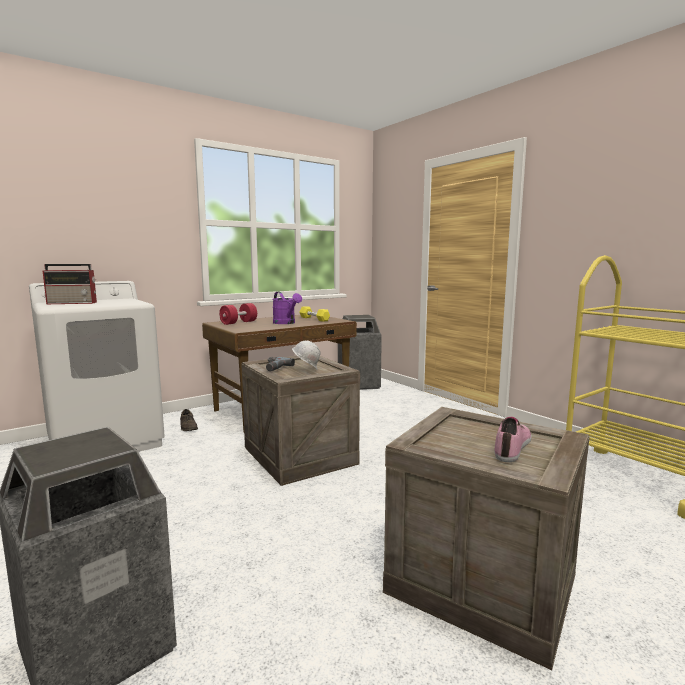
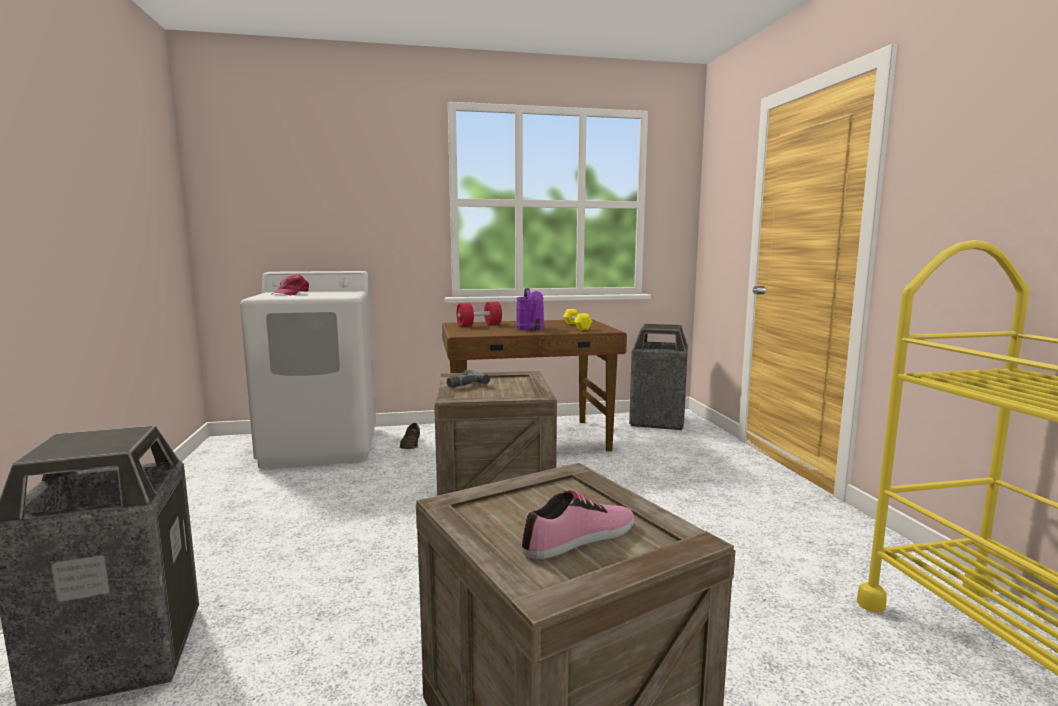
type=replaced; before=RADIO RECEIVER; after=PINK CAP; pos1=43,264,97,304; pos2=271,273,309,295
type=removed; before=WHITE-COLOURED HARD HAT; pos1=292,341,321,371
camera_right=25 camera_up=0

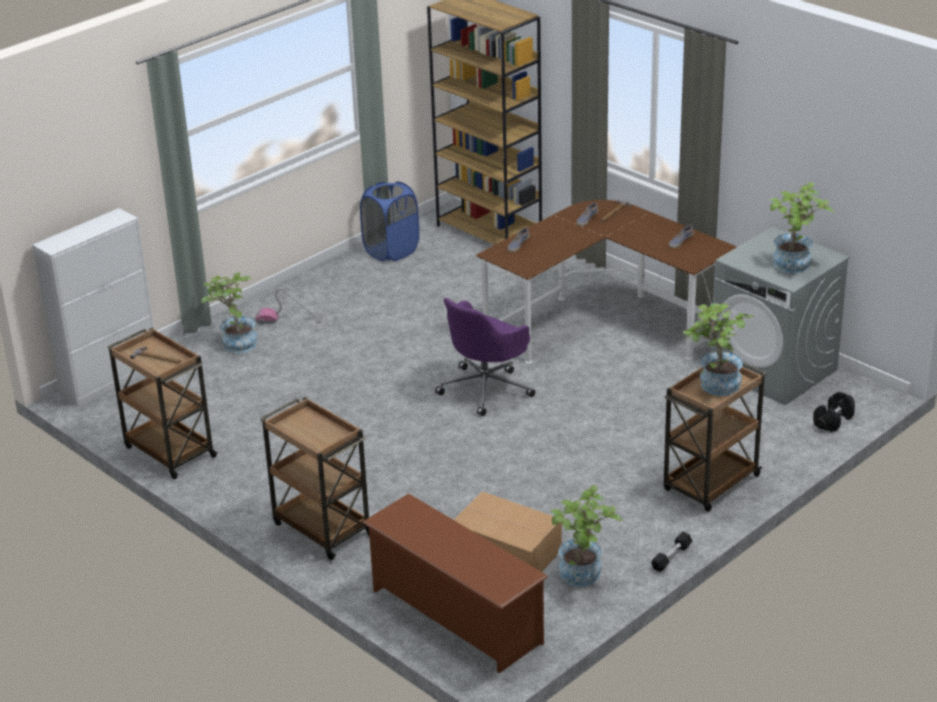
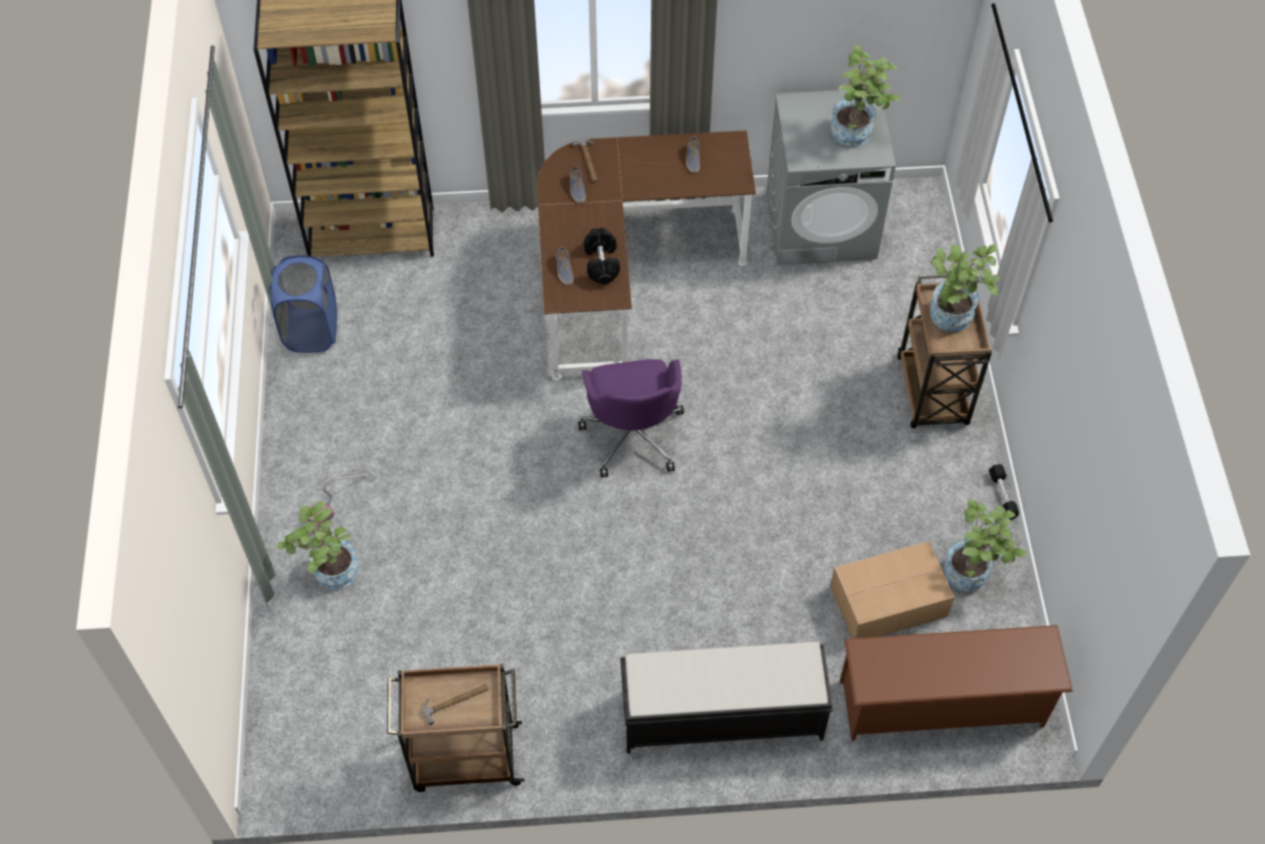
type=moved; before=BLACK FREE WEIGHT; pos1=813,392,855,432; pos2=584,227,620,284
type=replaced; before=BROWNISH WHEELED CART; after=BLACK LONG SEAT; pos1=260,397,369,560; pos2=620,642,833,754
type=removed; before=WHITE-COLOURED CUPBOARD; pos1=32,208,154,406
camera_right=-50 camera_up=25

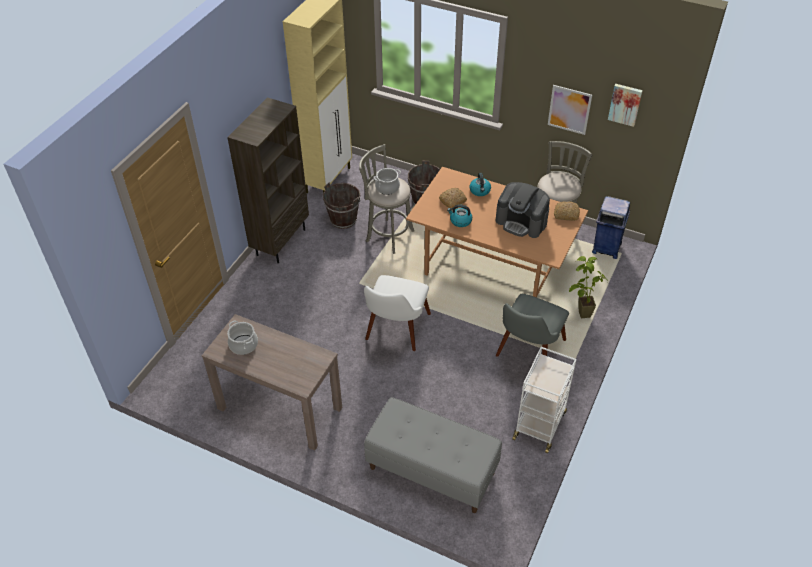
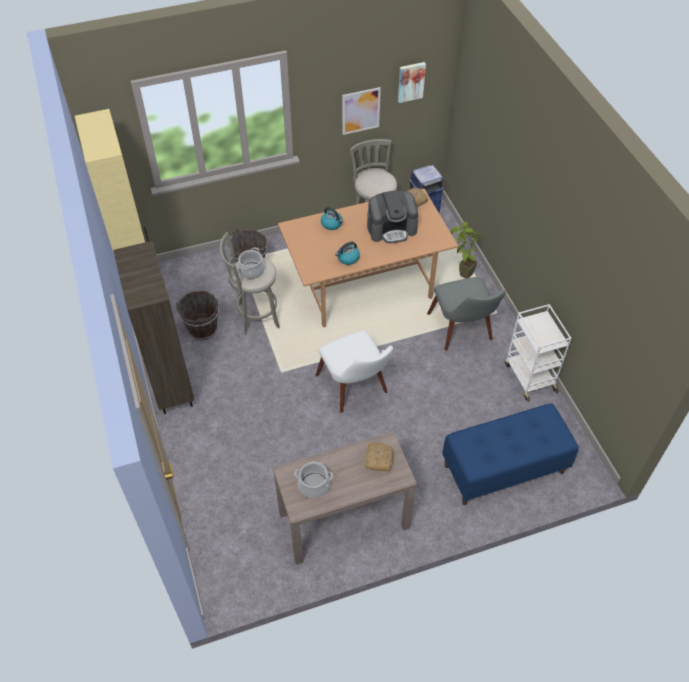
type=moved; before=BAKERY BREAD; pos1=439,188,467,208; pos2=365,442,393,471
type=recoloured; before=GREYISH LONG SEAT; after=BLUE LONG SEAT; pos1=364,397,502,513; pos2=442,403,579,505
camera_right=-45 camera_up=5

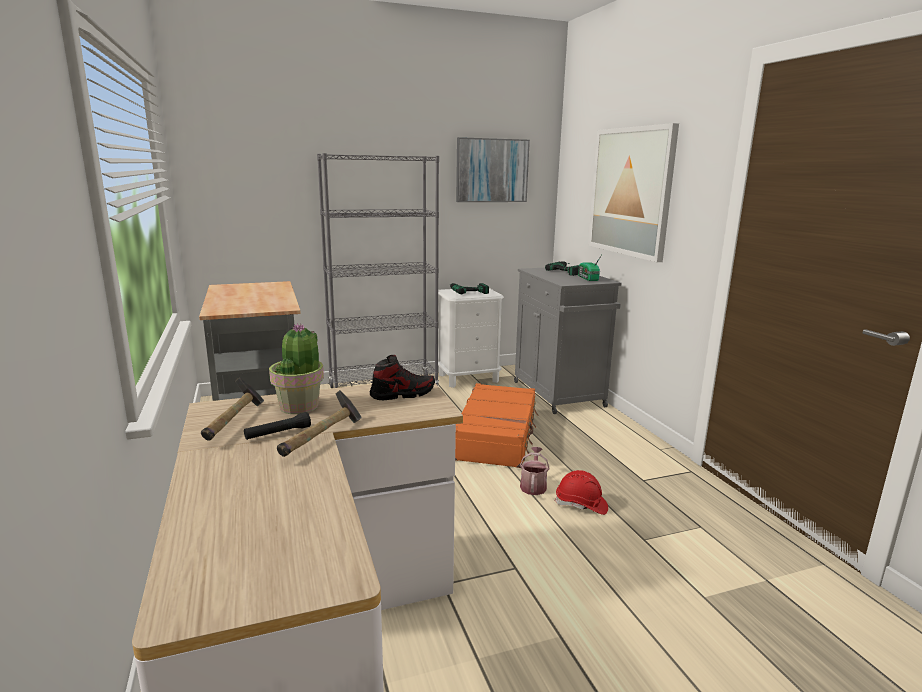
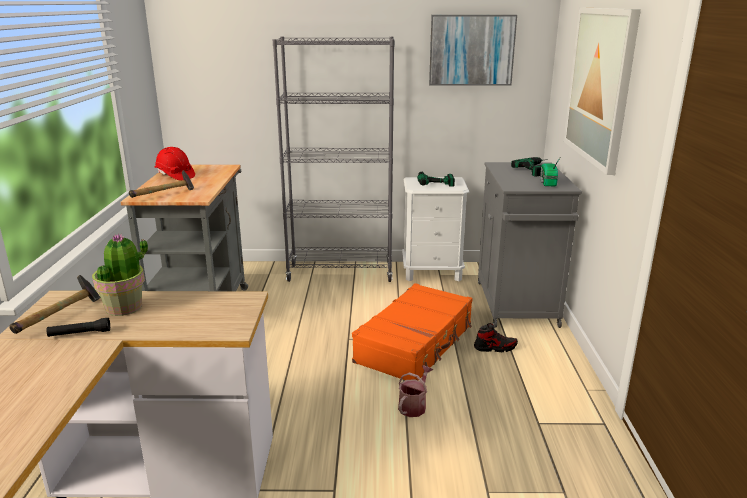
type=moved; before=HAND HAMMER; pos1=277,390,362,457; pos2=129,170,194,198
type=moved; before=REDDISH HARD HAT; pos1=554,470,608,515; pos2=155,147,195,180
type=moved; before=LOW SHOE; pos1=370,355,435,400; pos2=474,323,518,352
camera_right=20 camera_up=5

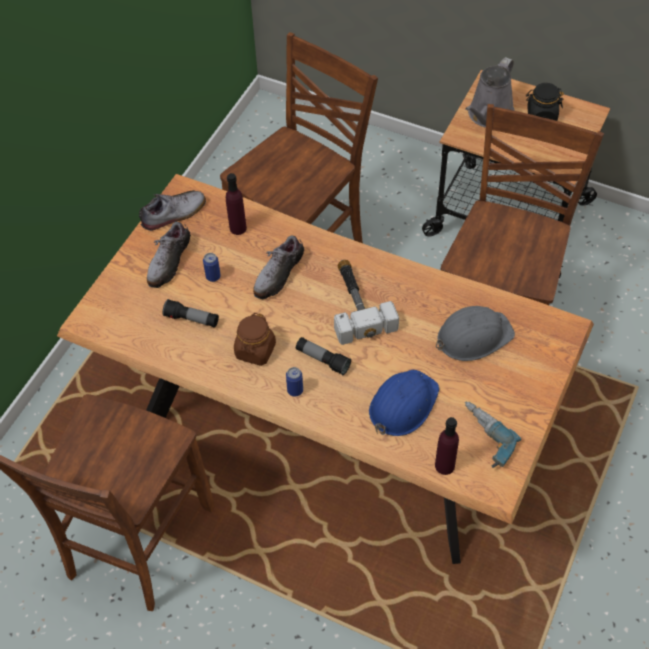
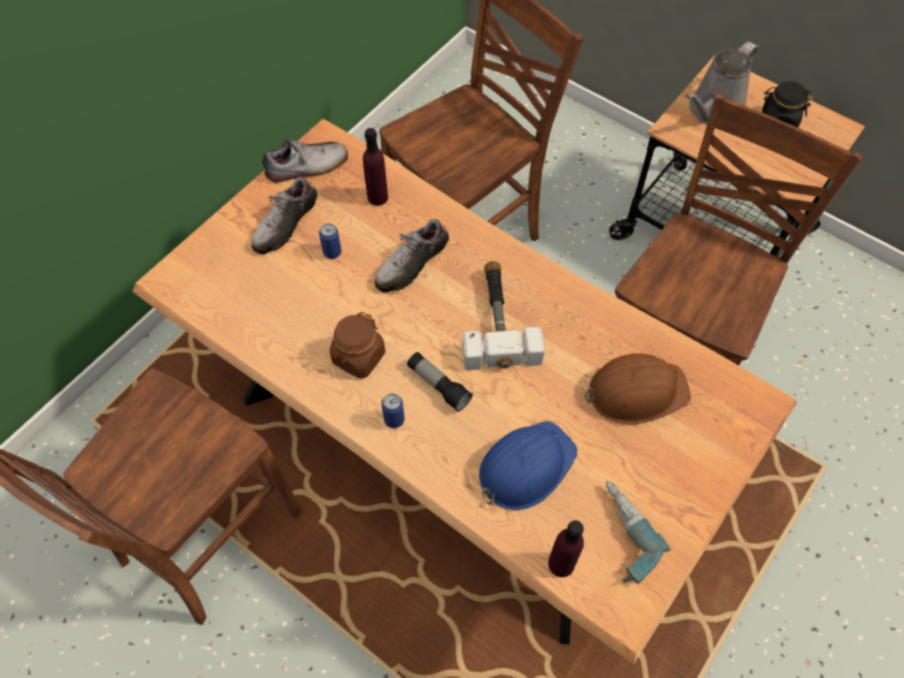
type=recoloured; before=GREYISH HARD HAT; after=BROWNISH HARD HAT; pos1=436,306,515,361; pos2=585,353,691,424
type=removed; before=TORCH; pos1=163,299,219,328
camera_right=10 camera_up=5

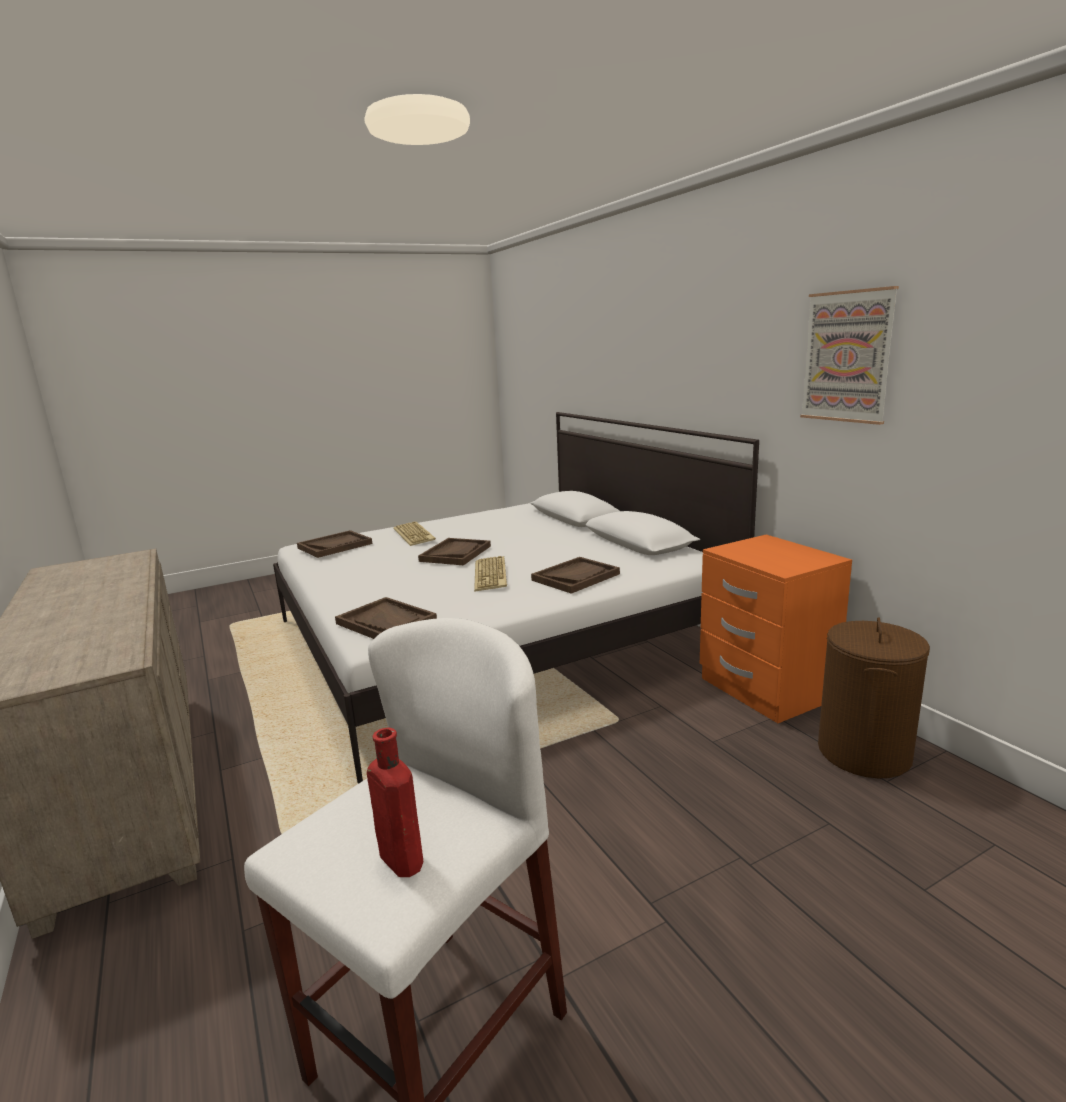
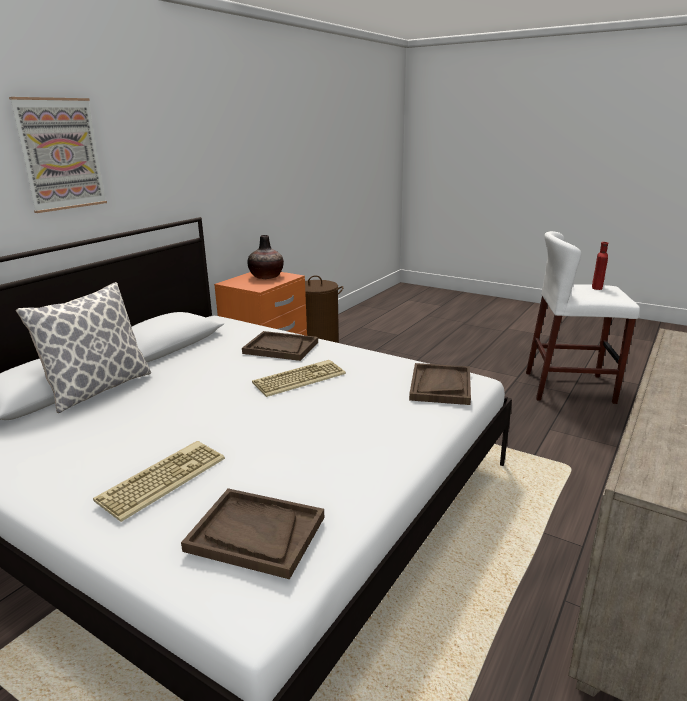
type=moved; before=WALL PICTURE; pos1=800,286,899,425; pos2=9,97,107,213
type=added; after=THROW PILLOW; pos2=16,282,151,413
type=added; after=DECORATIVE VASE; pos2=248,235,284,279
type=removed; before=BROWNISH SERVING TRAY; pos1=418,538,491,565
camera_right=-120 camera_up=5

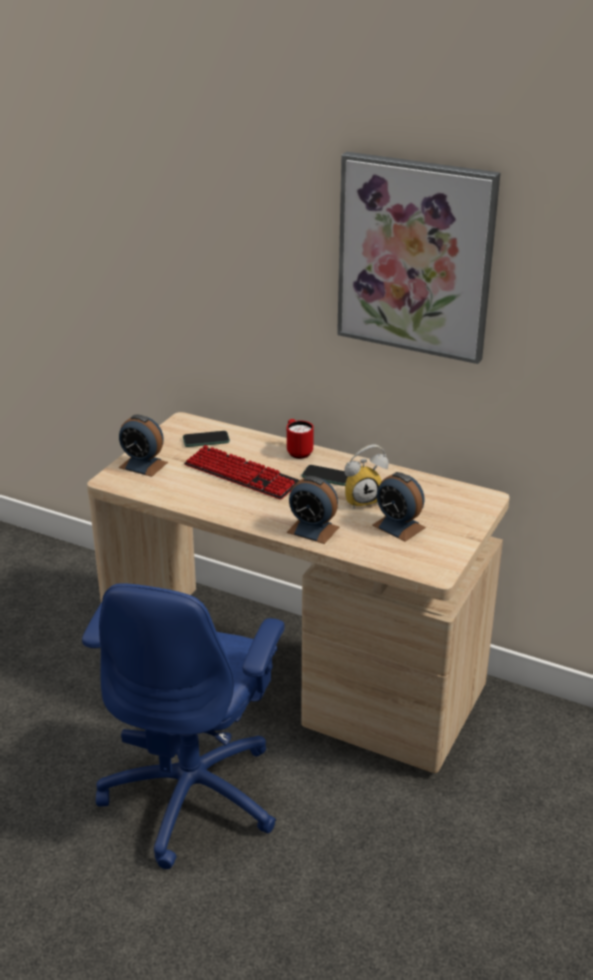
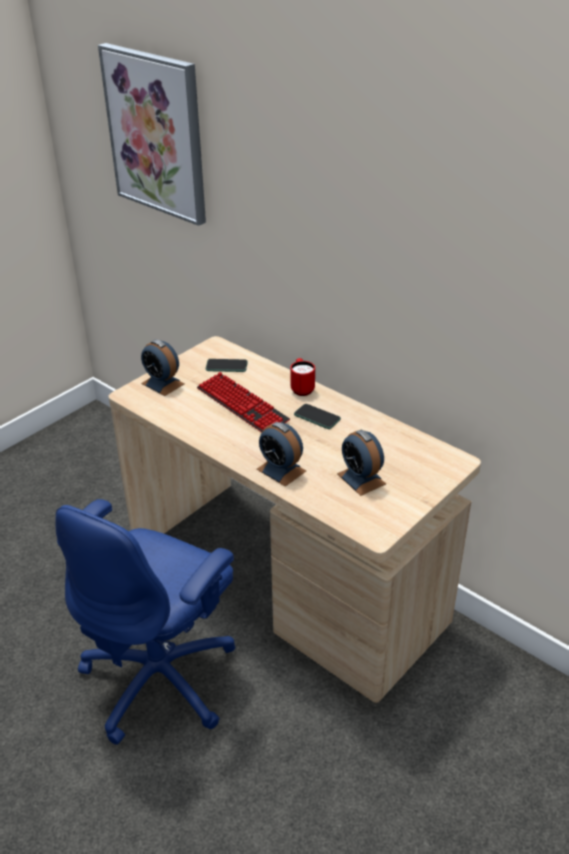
type=moved; before=WALL PICTURE; pos1=337,152,500,364; pos2=98,43,206,226
type=removed; before=TABLE CLOCK; pos1=344,444,389,509
camera_right=15 camera_up=5

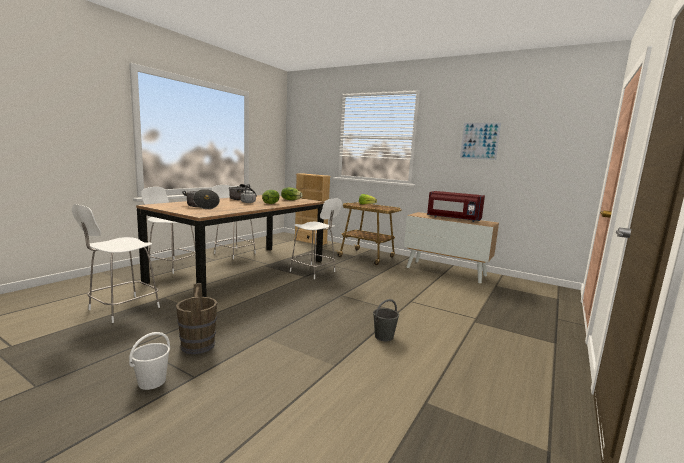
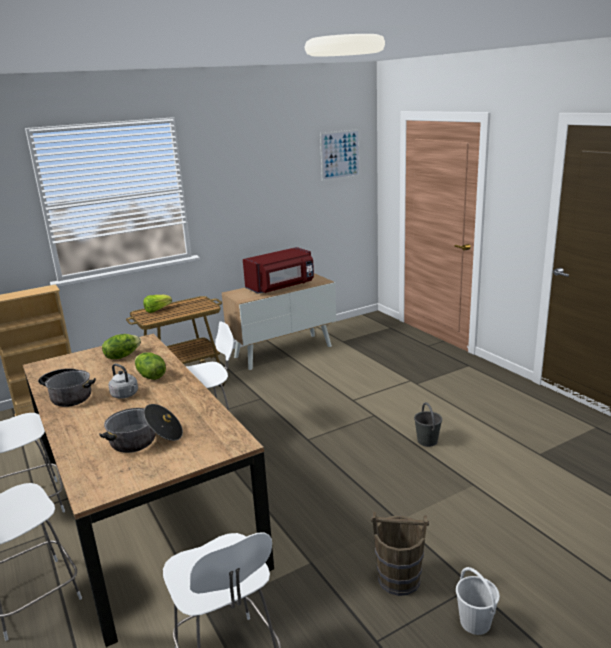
type=moved; before=WALL PICTURE; pos1=459,121,503,161; pos2=320,129,360,181
camera_right=-60 camera_up=10

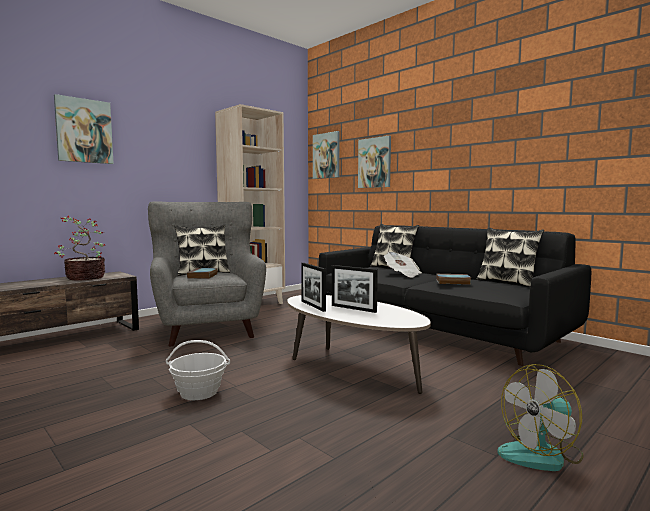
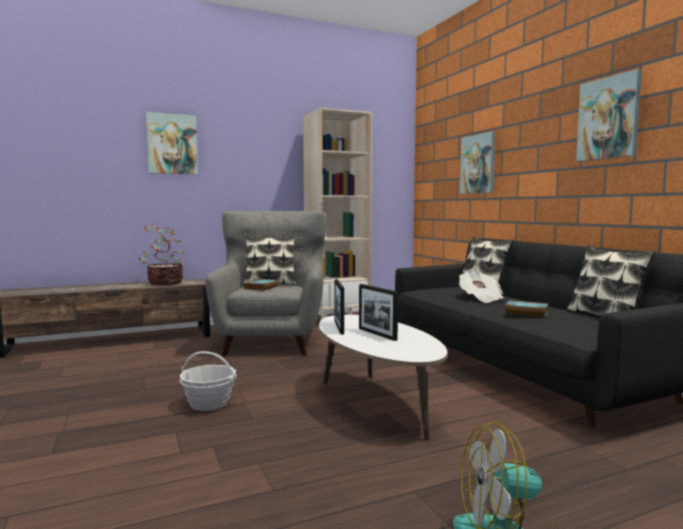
type=moved; before=WALL PICTURE; pos1=313,131,340,179; pos2=576,69,642,162
camera_right=20 camera_up=0

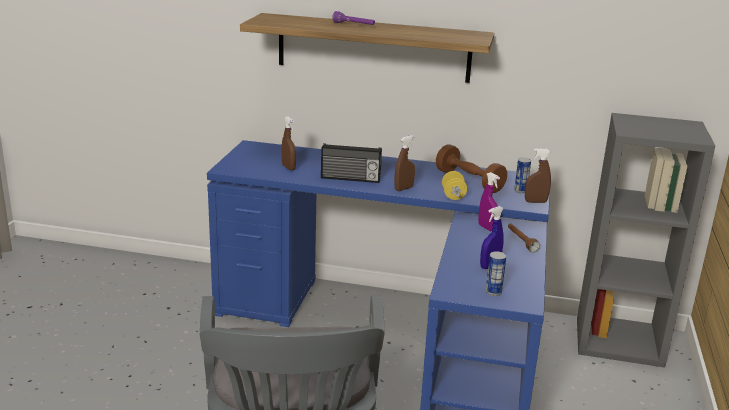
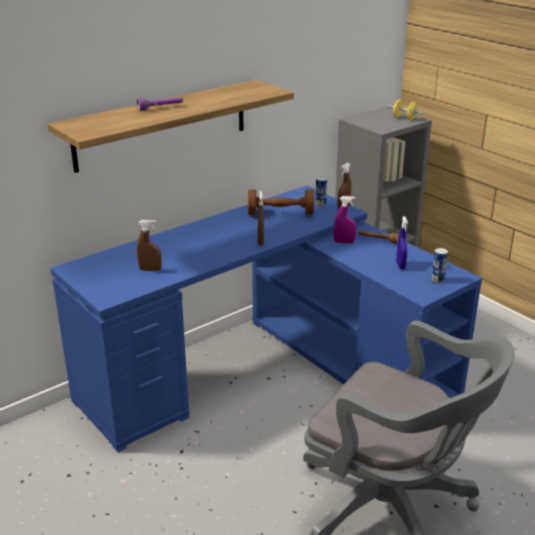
type=moved; before=YELLOW FREE WEIGHT; pos1=442,171,467,200; pos2=388,99,424,120
type=removed; before=RADIO RECEIVER; pos1=321,143,382,183
camera_right=-50 camera_up=5

